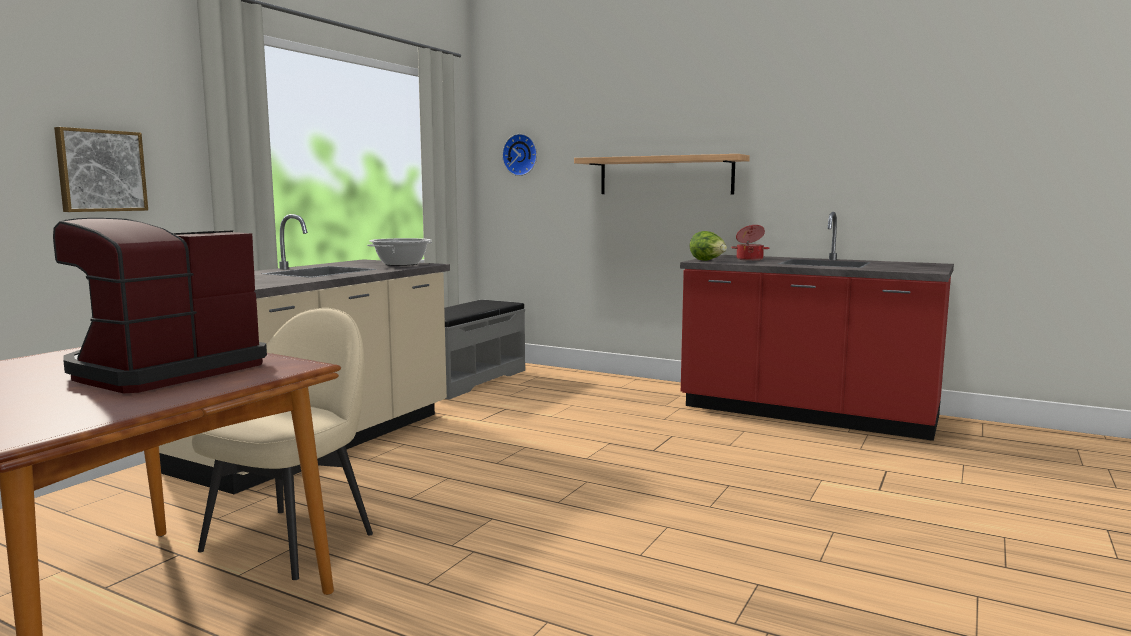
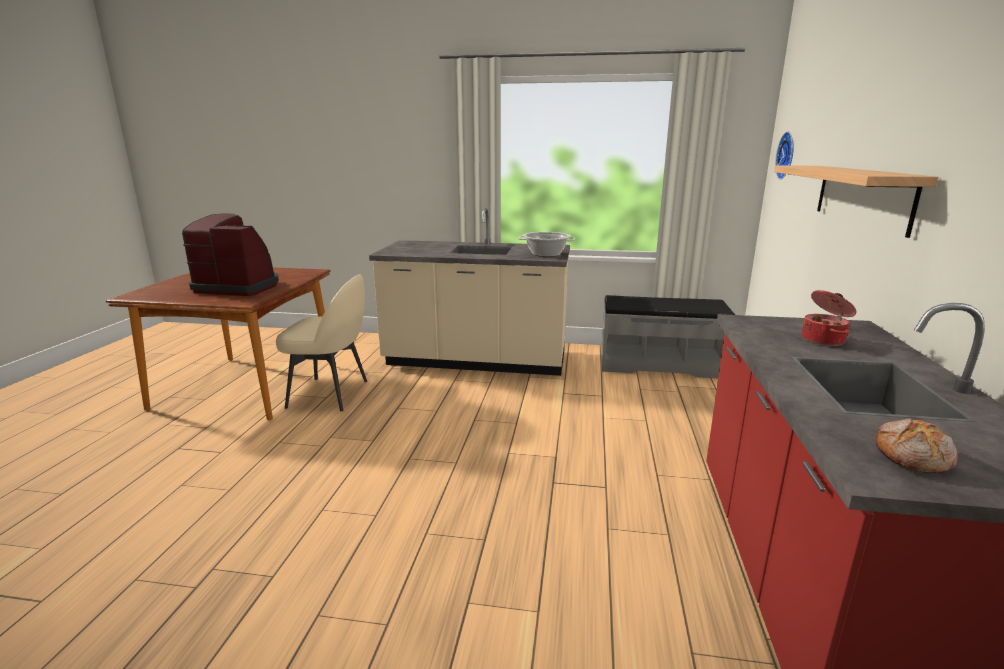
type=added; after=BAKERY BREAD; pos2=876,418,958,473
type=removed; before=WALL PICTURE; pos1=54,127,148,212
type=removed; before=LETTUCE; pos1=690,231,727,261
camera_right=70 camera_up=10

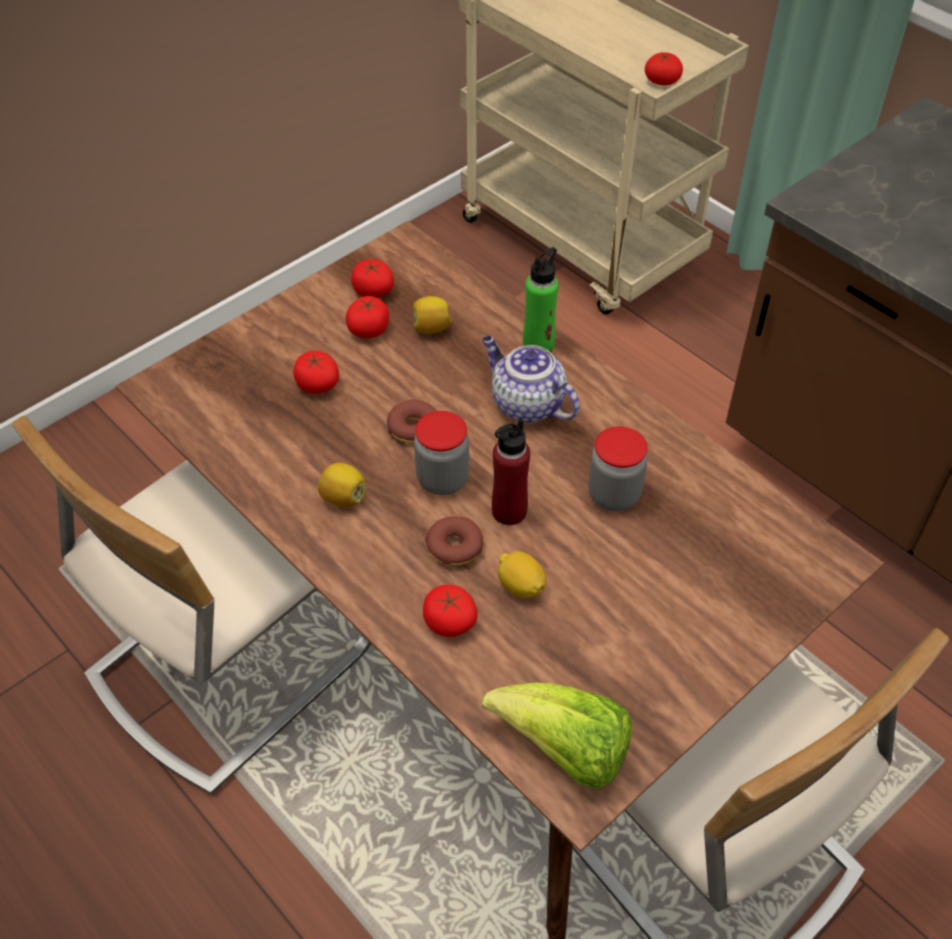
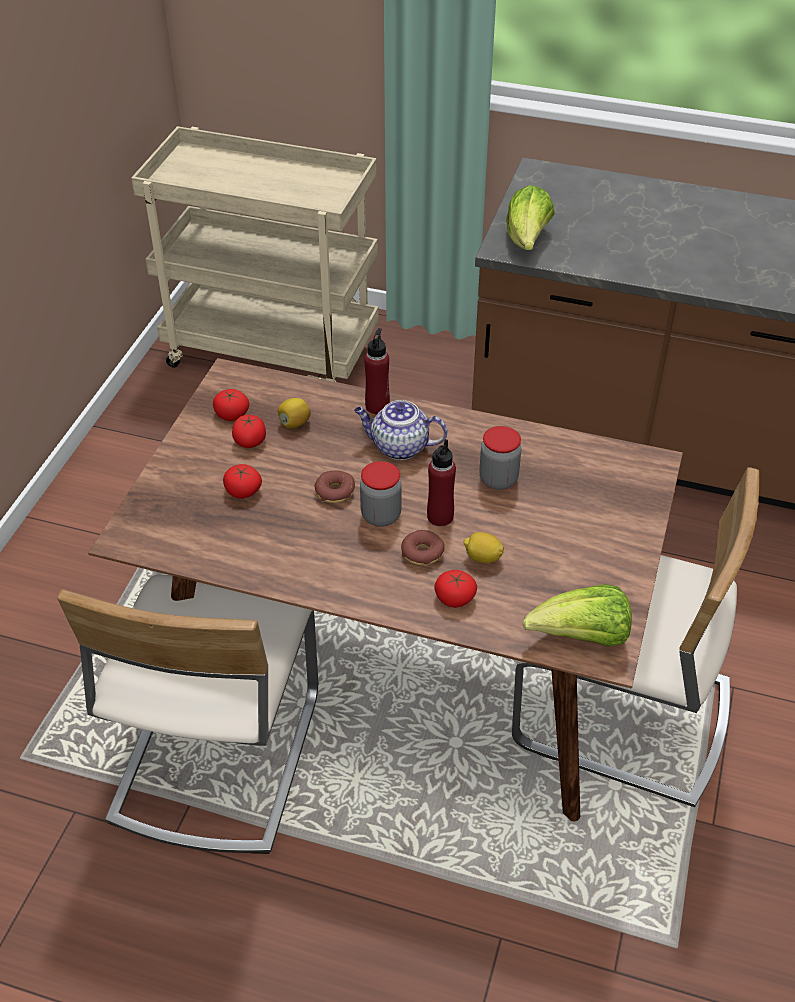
type=recoloured; before=GREENISH DRINK BOTTLE; after=REDDISH DRINK BOTTLE; pos1=523,247,559,352; pos2=364,328,390,415
type=added; after=LETTUCE; pos2=506,185,555,250
type=removed; before=WHOLE LEMON; pos1=318,463,365,507
type=removed; before=FRESH TOMATO; pos1=645,52,683,85
camera_right=-30 camera_up=-5

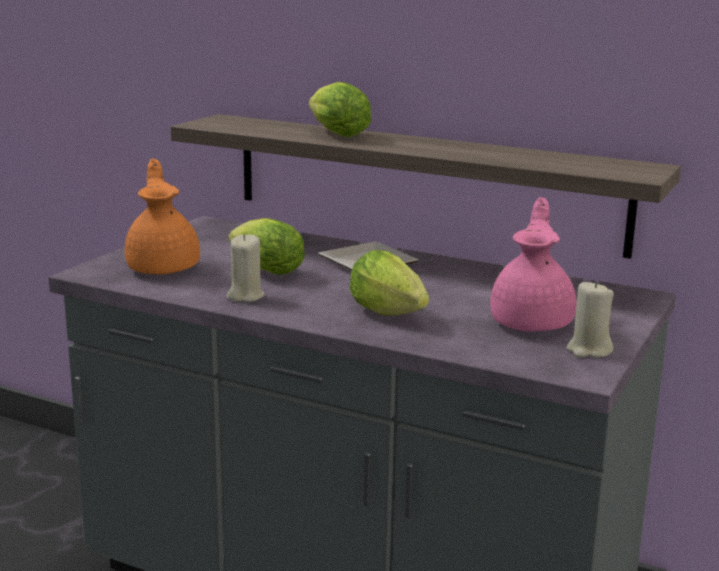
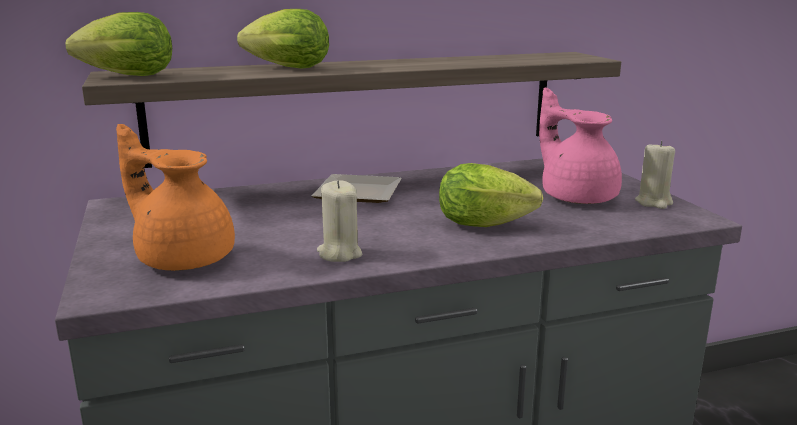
type=moved; before=LETTUCE; pos1=229,218,305,275; pos2=66,12,172,76
camera_right=-45 camera_up=0

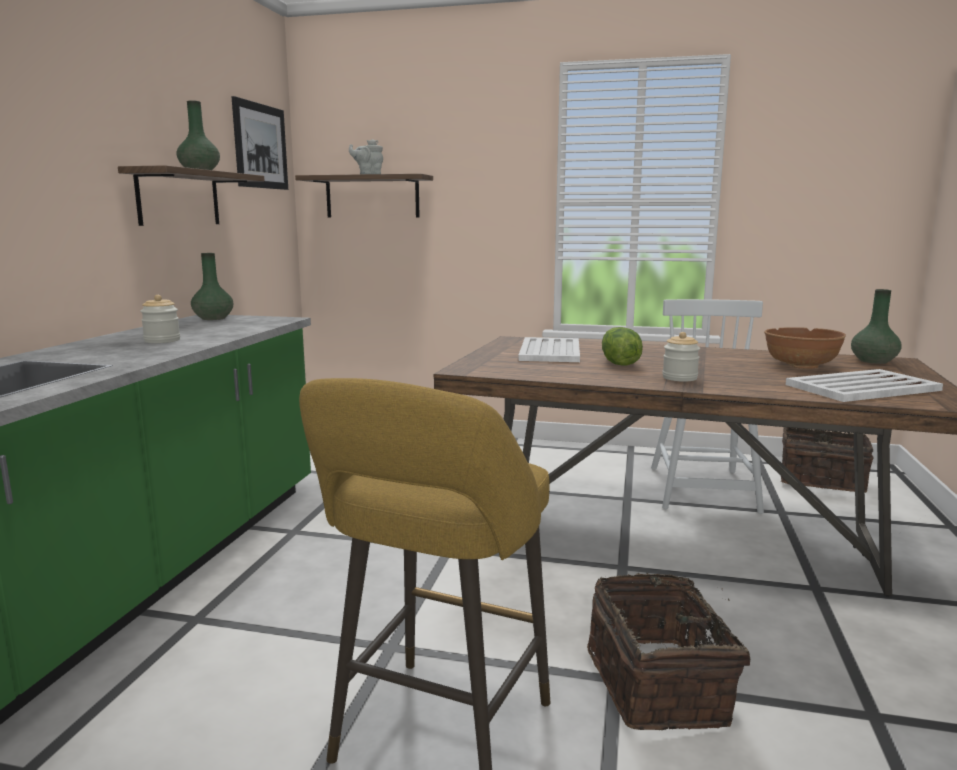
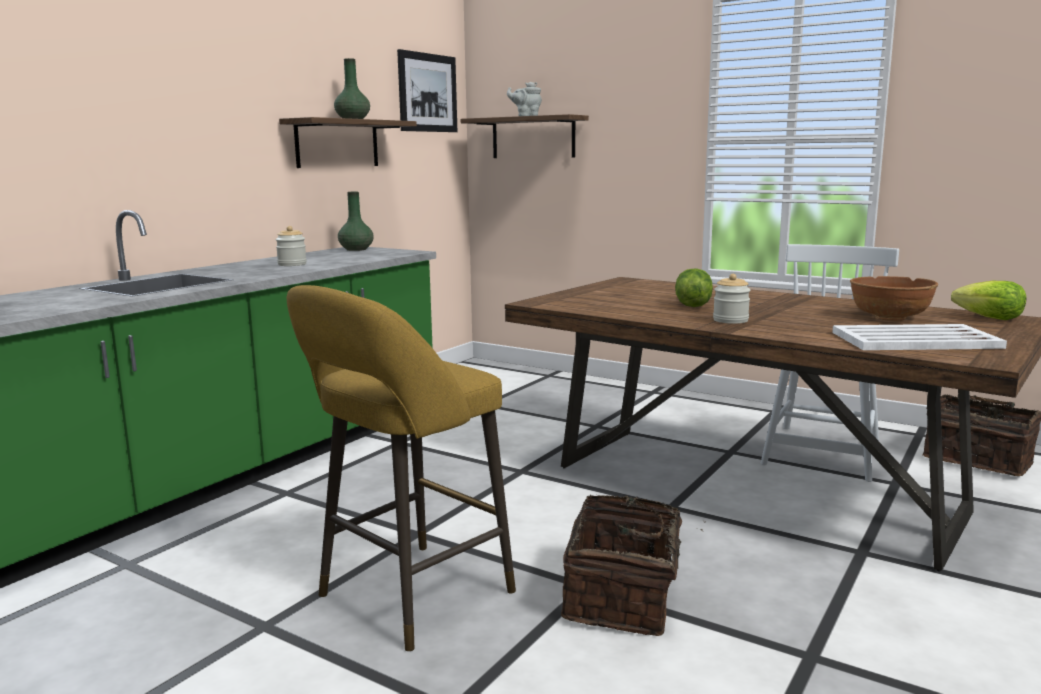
type=replaced; before=GREENISH DECORATIVE VASE; after=LETTUCE; pos1=851,289,902,364; pos2=951,281,1027,320
type=removed; before=WHITE-COLOURED SERVING TRAY; pos1=518,337,580,362
camera_right=20 camera_up=0

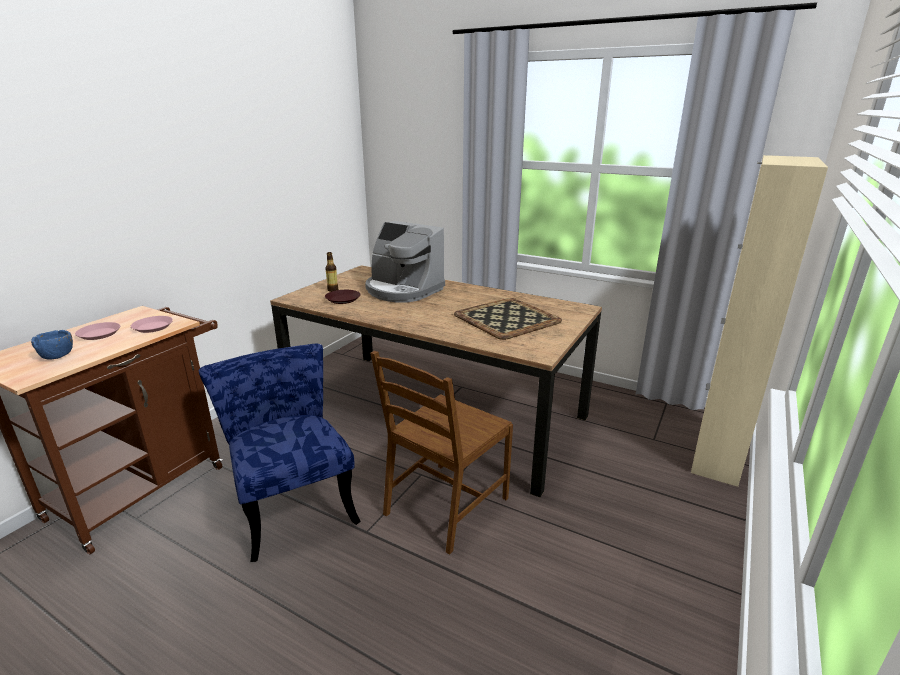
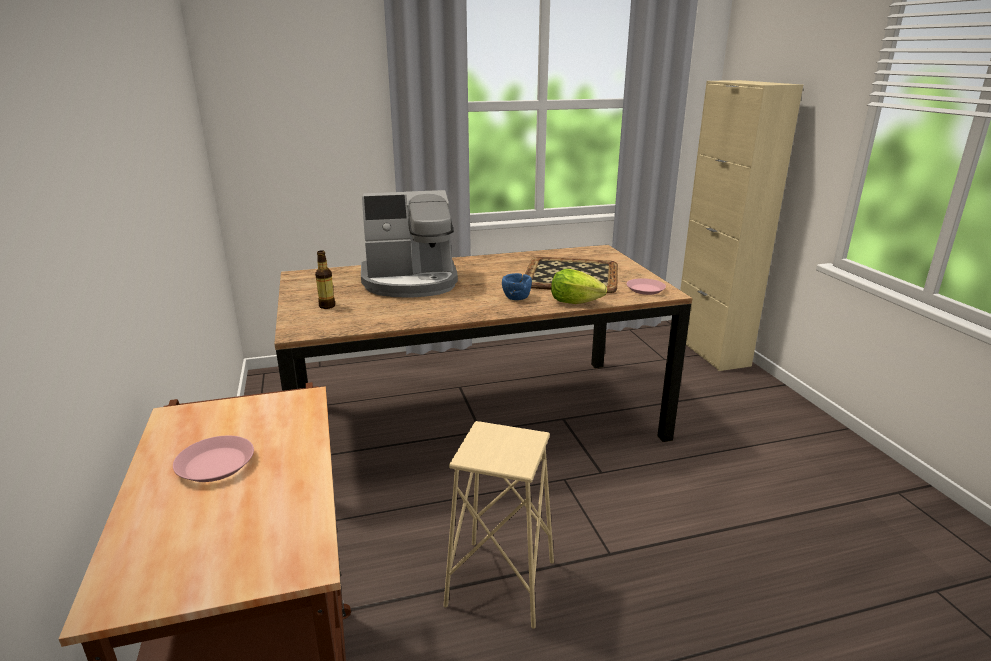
type=replaced; before=BLUE CHAIR; after=BEIGE SITTING STOOL; pos1=199,344,361,562; pos2=443,421,554,629
type=moved; before=BLUE BOWL; pos1=31,330,73,360; pos2=502,273,532,300
type=added; after=LETTUCE; pos2=551,269,607,304
type=moved; before=PINK FLAT DISH; pos1=131,316,173,333; pos2=626,278,666,295
type=removed; before=BROWNISH FLAT DISH; pos1=325,290,361,304
type=removed; before=BROWNISH CHAIR; pos1=370,351,513,555
camera_right=-45 camera_up=0

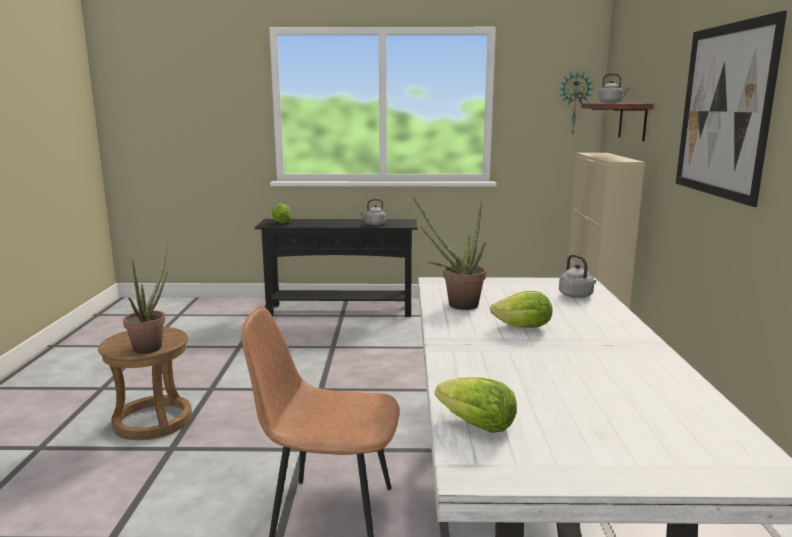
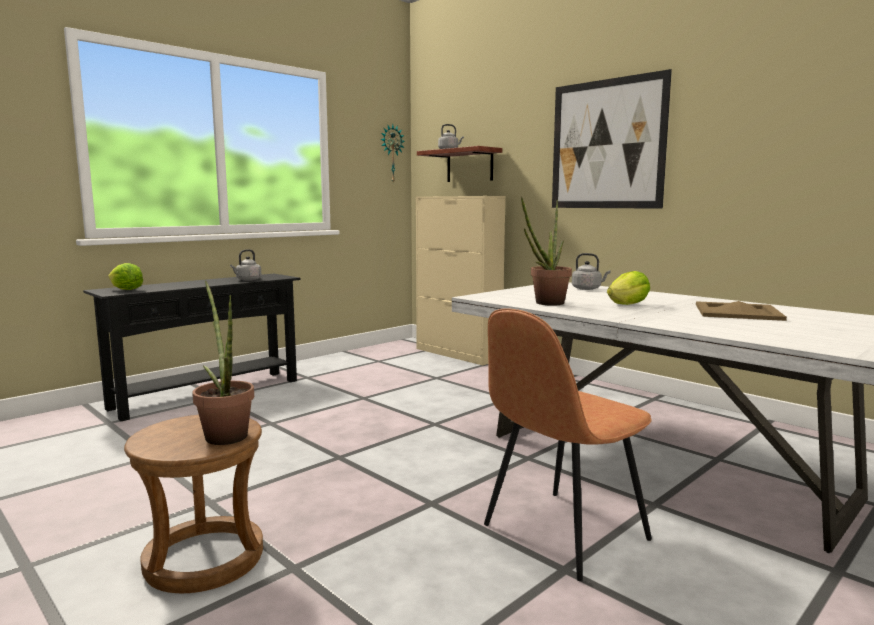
type=added; after=BEIGE SERVING TRAY; pos2=696,301,787,321
type=removed; before=LETTUCE; pos1=435,377,517,433
camera_right=-45 camera_up=-5

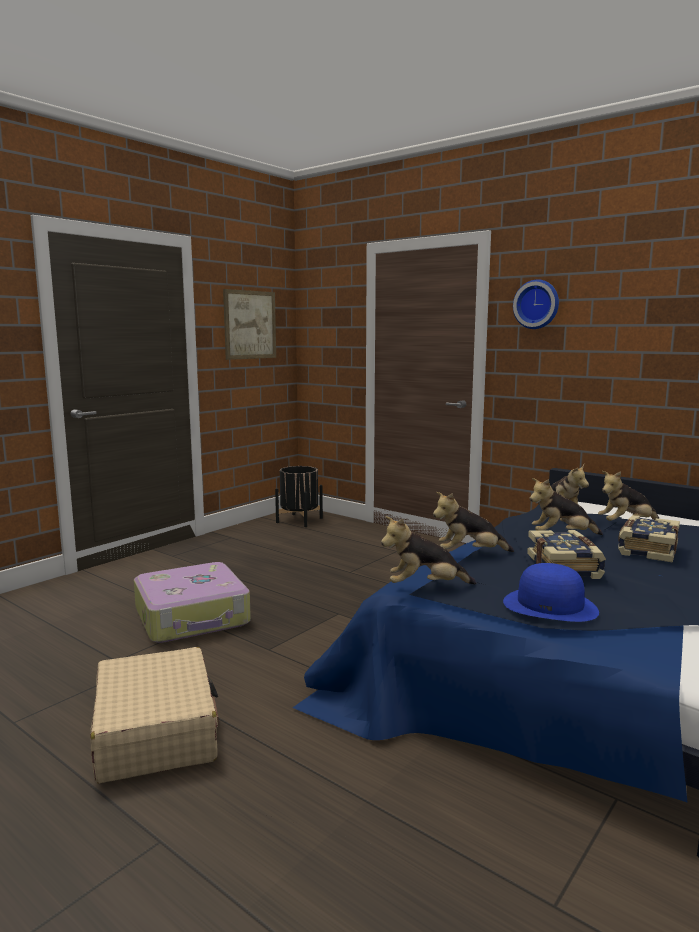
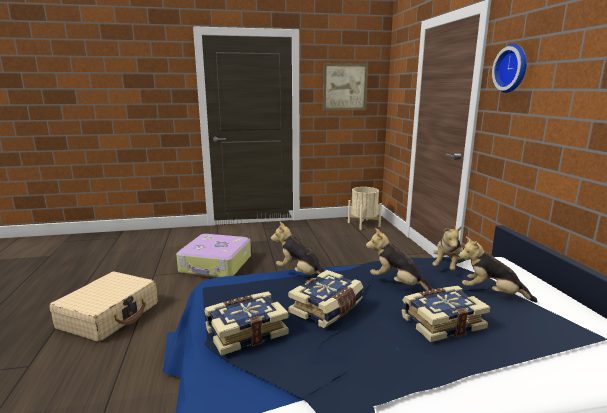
type=replaced; before=BLUE WEARABLE HAT; after=BOOK; pos1=503,563,599,622; pos2=204,291,289,356
type=recoloured; before=BLACK PLANTER; after=BEIGE PLANTER; pos1=275,466,323,527; pos2=348,187,382,230
type=removed; before=SOFT TOY; pos1=381,516,476,584
camera_right=40 camera_up=5

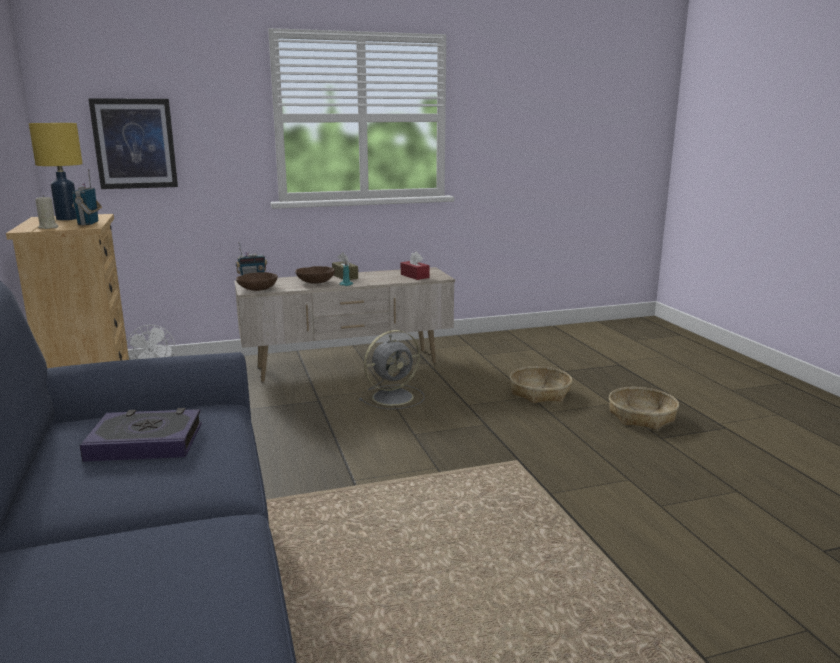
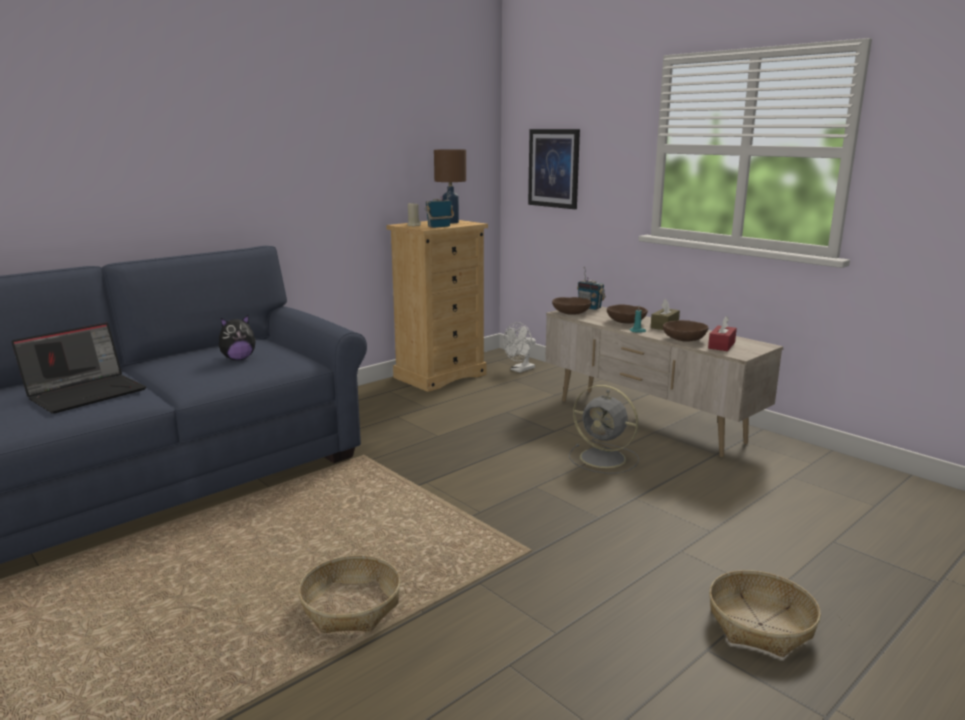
type=added; after=PORTABLE COMPUTER; pos2=11,323,146,414
type=replaced; before=BOOK; after=SOFT TOY; pos1=80,408,202,462; pos2=219,315,256,360
type=moved; before=STORAGE BASKET; pos1=510,366,572,403; pos2=298,555,401,633
type=recoloured; before=YELLOW LAMP FOR A TABLE; after=BROWNISH LAMP FOR A TABLE; pos1=29,123,83,220; pos2=434,149,466,224
type=added; after=BROWNISH BOWL; pos2=663,320,709,342
camera_right=65 camera_up=0

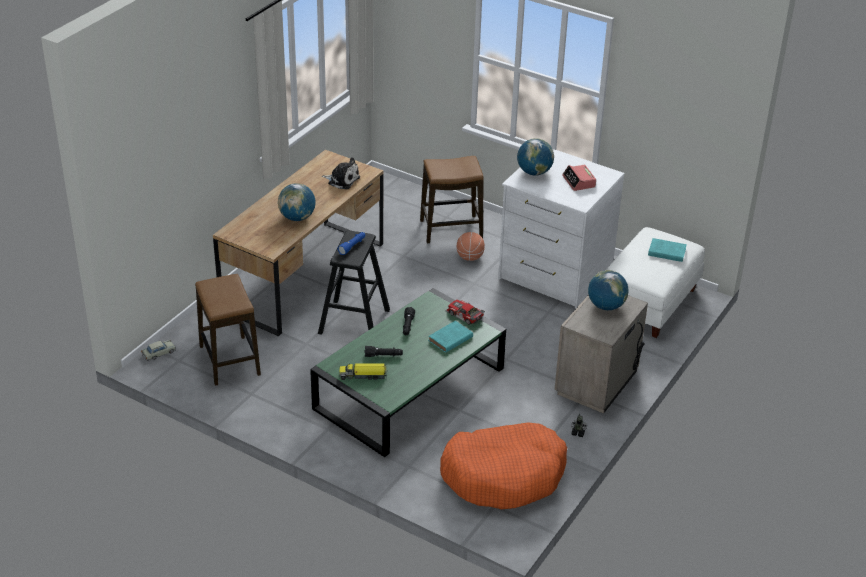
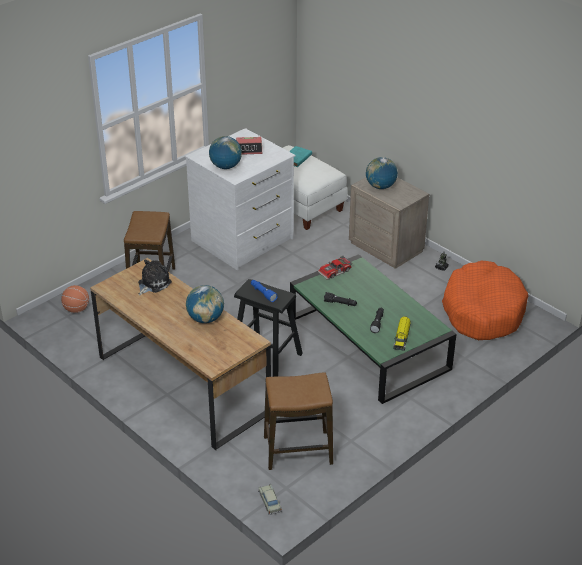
type=moved; before=BASKETBALL; pos1=457,232,485,261; pos2=61,285,89,313
type=removed; before=TURQUOISE-COLOURED BOOK; pos1=428,321,473,353
camera_right=-75 camera_up=0

